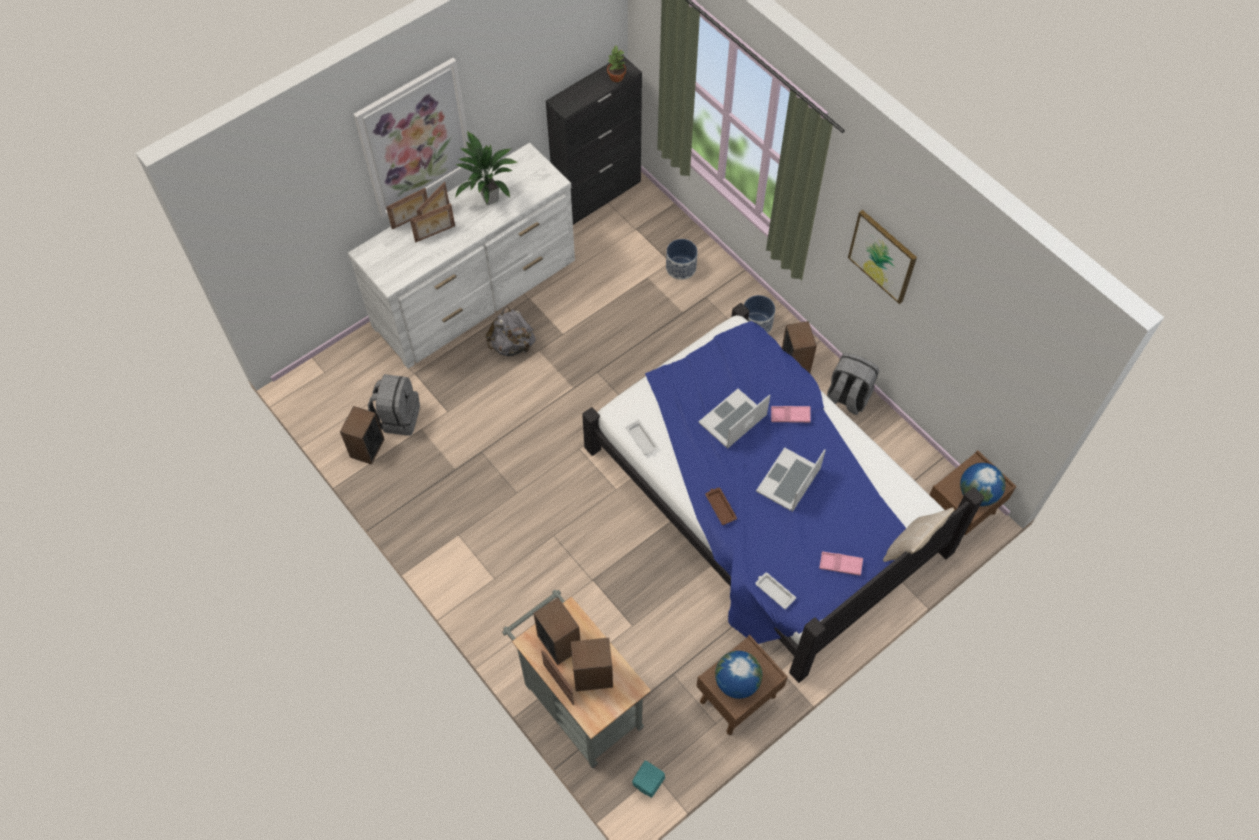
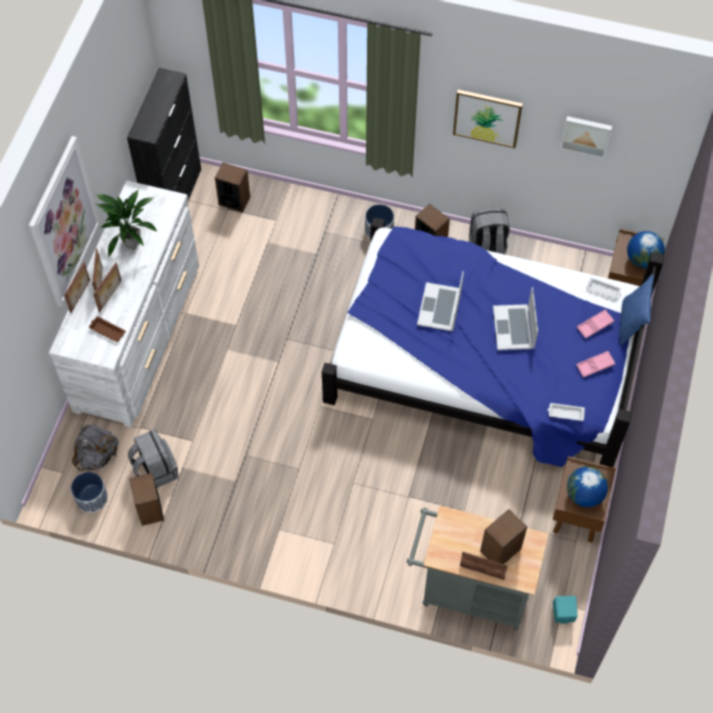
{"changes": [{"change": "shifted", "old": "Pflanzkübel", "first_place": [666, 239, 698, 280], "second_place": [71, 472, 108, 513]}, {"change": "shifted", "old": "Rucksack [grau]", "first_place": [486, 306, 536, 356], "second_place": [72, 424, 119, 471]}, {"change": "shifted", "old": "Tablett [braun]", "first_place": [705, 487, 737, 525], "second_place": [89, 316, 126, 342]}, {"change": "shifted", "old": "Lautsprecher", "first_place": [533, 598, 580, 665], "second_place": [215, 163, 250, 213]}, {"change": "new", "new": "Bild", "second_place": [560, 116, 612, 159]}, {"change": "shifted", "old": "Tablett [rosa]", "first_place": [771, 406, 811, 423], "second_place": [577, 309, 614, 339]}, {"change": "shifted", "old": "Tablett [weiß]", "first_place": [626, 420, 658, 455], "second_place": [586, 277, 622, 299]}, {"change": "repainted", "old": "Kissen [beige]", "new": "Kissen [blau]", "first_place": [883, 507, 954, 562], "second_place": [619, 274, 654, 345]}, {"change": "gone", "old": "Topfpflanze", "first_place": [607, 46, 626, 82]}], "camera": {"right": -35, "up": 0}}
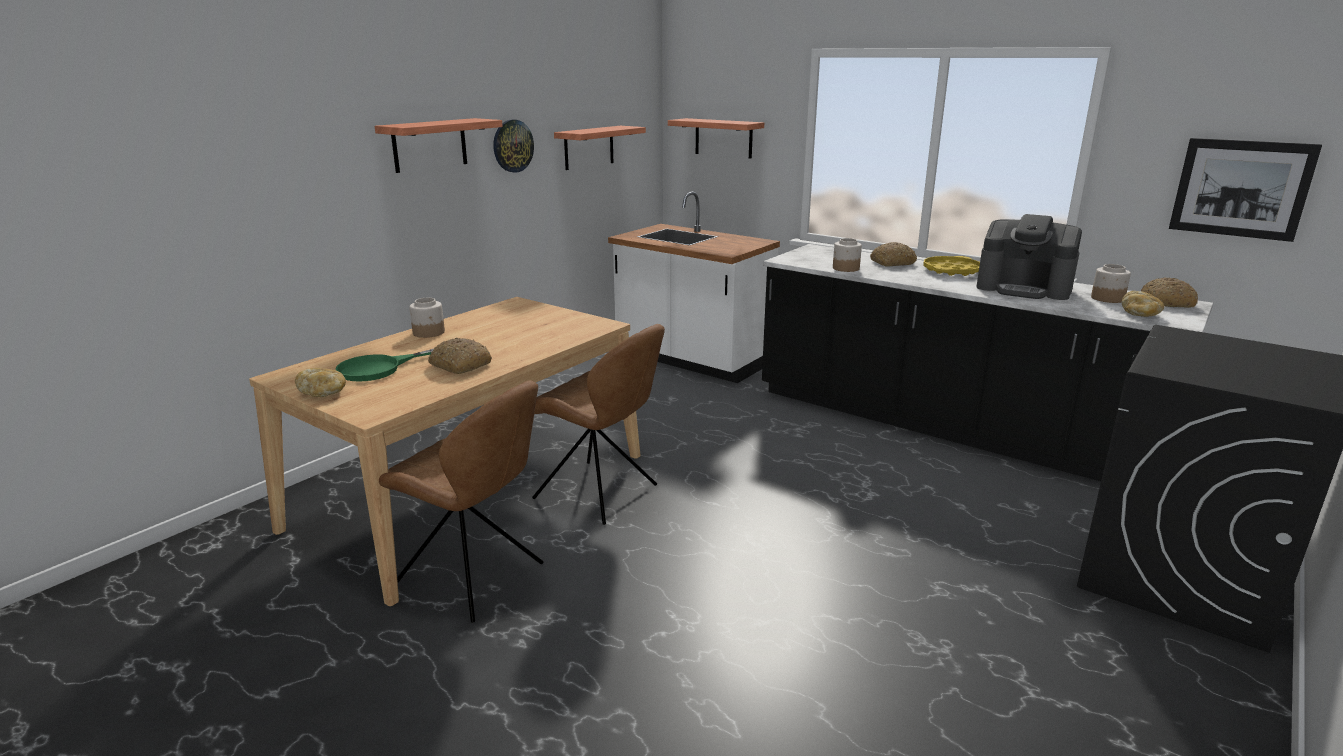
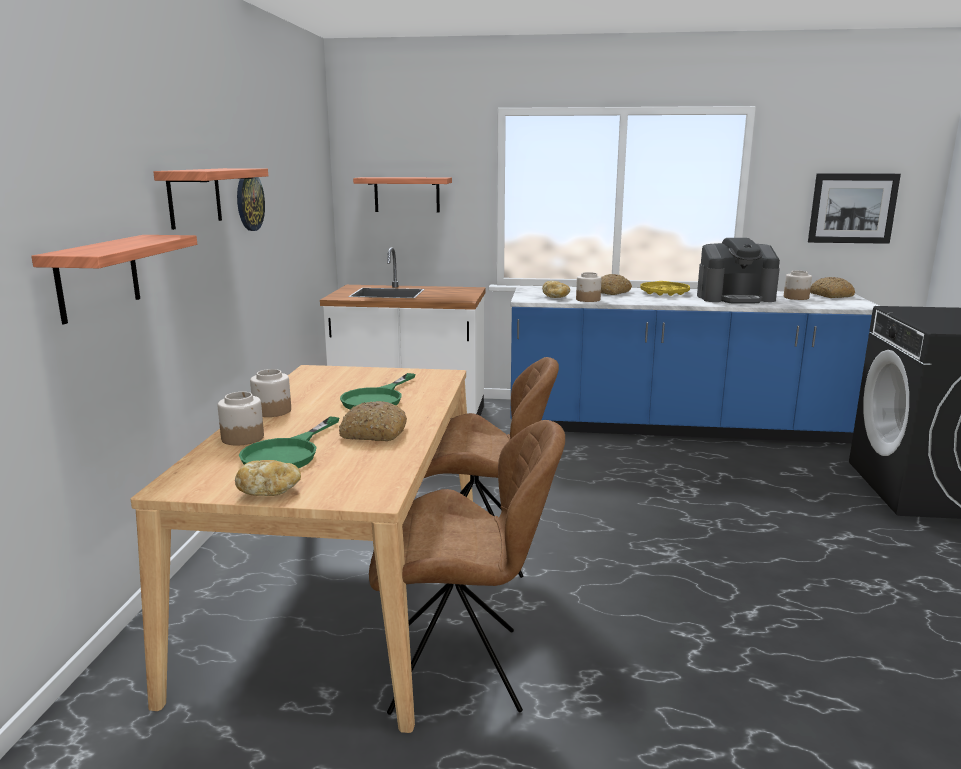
{"changes": [{"change": "shifted", "old": "Wandregal", "first_place": [554, 126, 646, 170], "second_place": [31, 235, 197, 324]}, {"change": "new", "new": "Vorratsglas", "second_place": [218, 392, 264, 446]}, {"change": "new", "new": "Pfanne [grün]", "second_place": [340, 373, 416, 410]}, {"change": "repainted", "old": "Küchenzeile [schwarz]", "new": "Küchenzeile [blau]", "first_place": [762, 244, 1213, 481], "second_place": [510, 286, 879, 443]}, {"change": "shifted", "old": "Brot", "first_place": [1122, 291, 1164, 317], "second_place": [542, 281, 570, 298]}], "camera": {"right": -30, "up": -5}}
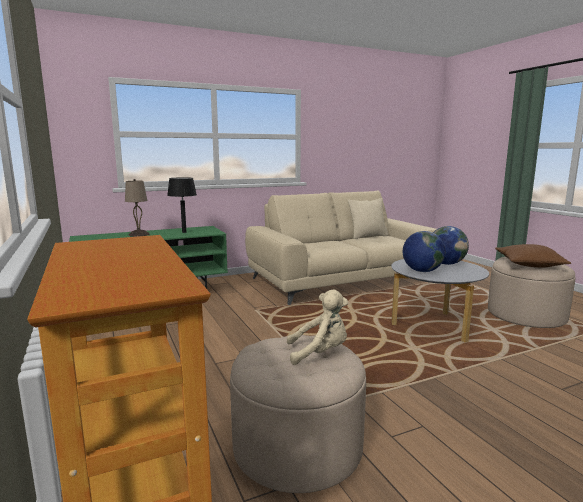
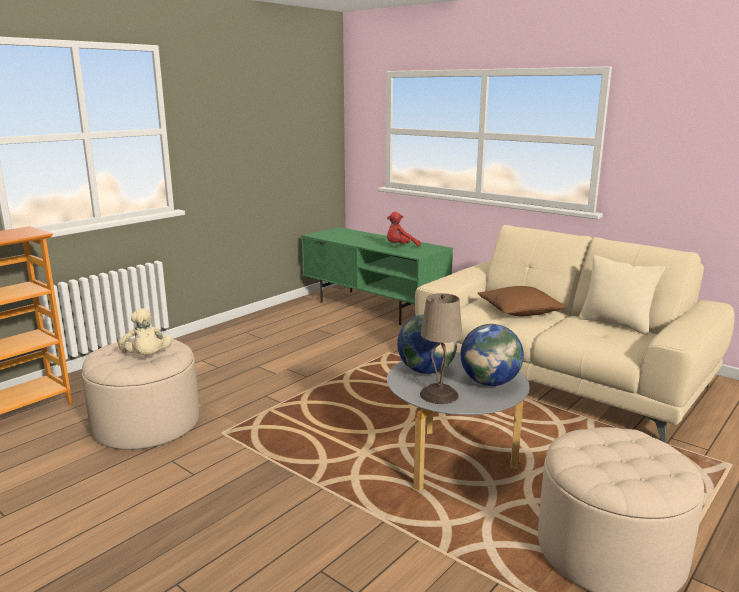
{"changes": [{"change": "swapped", "old": "Tischlampe [schwarz]", "new": "Plüschtier [rot]", "first_place": [167, 177, 197, 233], "second_place": [387, 212, 421, 247]}, {"change": "shifted", "old": "Tischlampe [beige]", "first_place": [125, 179, 149, 237], "second_place": [420, 293, 463, 404]}, {"change": "shifted", "old": "Kissen [braun]", "first_place": [495, 244, 571, 267], "second_place": [478, 286, 566, 316]}], "camera": {"right": 65, "up": 5}}
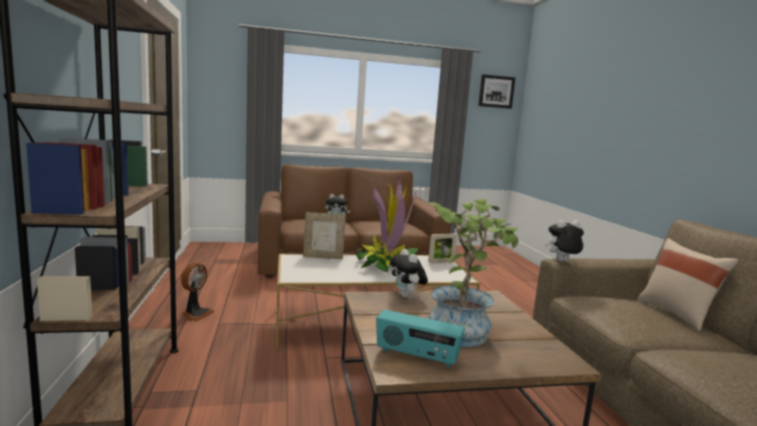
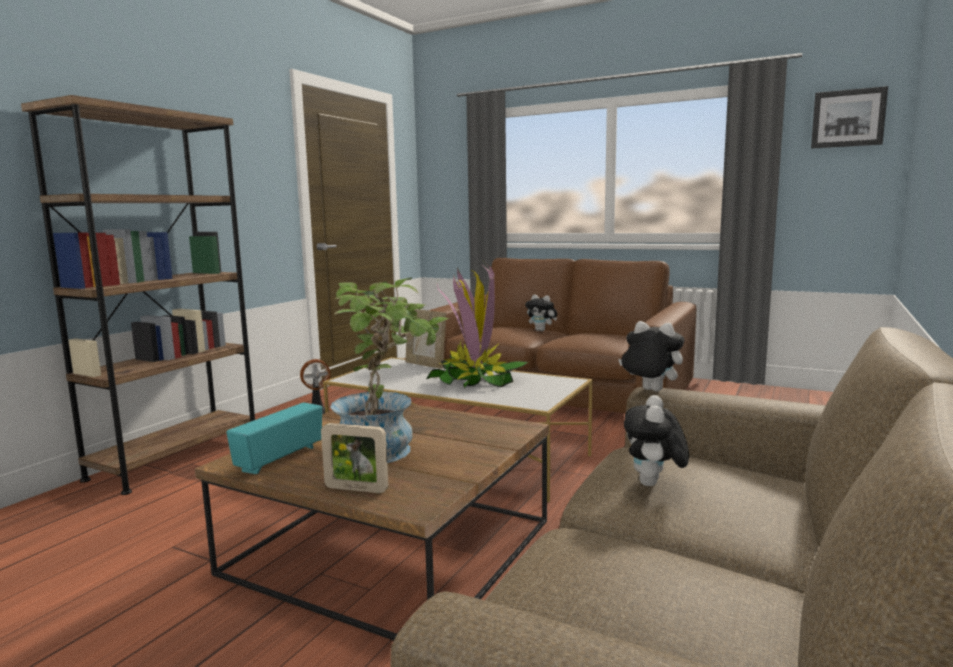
{"changes": [{"change": "rotated", "old": "Radio", "first_place": [376, 310, 465, 368], "second_place": [226, 403, 322, 474], "degrees": 60}, {"change": "shifted", "old": "Bilderrahmen", "first_place": [428, 233, 457, 264], "second_place": [321, 423, 388, 493]}, {"change": "shifted", "old": "Plüschtier", "first_place": [390, 249, 428, 298], "second_place": [624, 395, 689, 486]}, {"change": "gone", "old": "Kissen [beige]", "first_place": [637, 238, 739, 331]}], "camera": {"right": 40, "up": 0}}
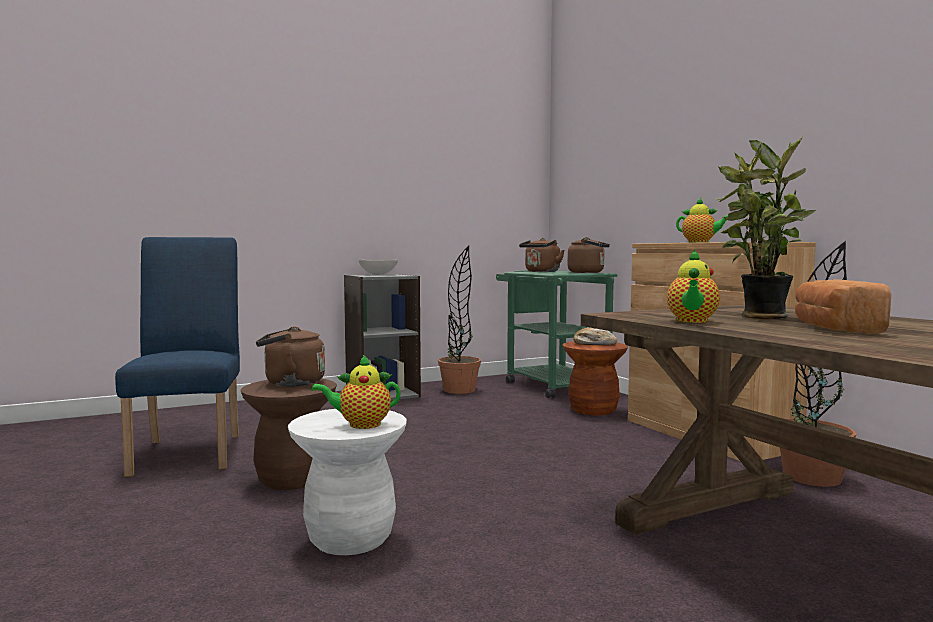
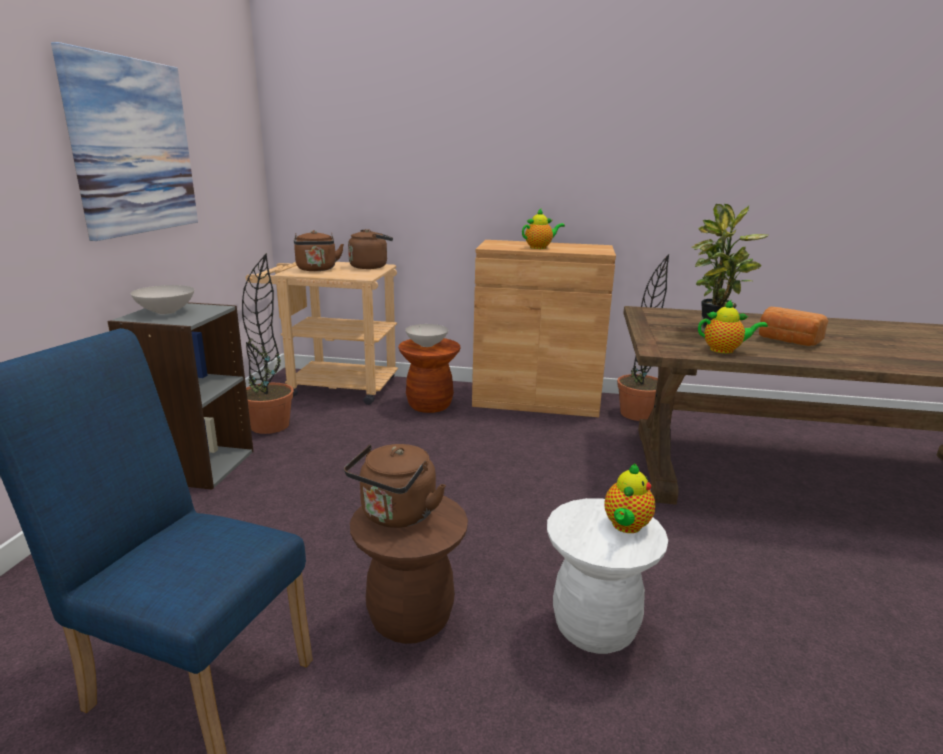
{"changes": [{"change": "new", "new": "Bild", "second_place": [51, 42, 198, 241]}, {"change": "repainted", "old": "Rollwagen [grün]", "new": "Rollwagen [beige]", "first_place": [496, 271, 617, 398], "second_place": [246, 262, 398, 405]}, {"change": "swapped", "old": "Brot", "new": "Schüssel [weiß]", "first_place": [573, 328, 617, 345], "second_place": [405, 324, 448, 347]}, {"change": "rotated", "old": "Teekanne", "first_place": [667, 249, 720, 323], "second_place": [698, 300, 768, 354], "degrees": -45}], "camera": {"right": -55, "up": 15}}
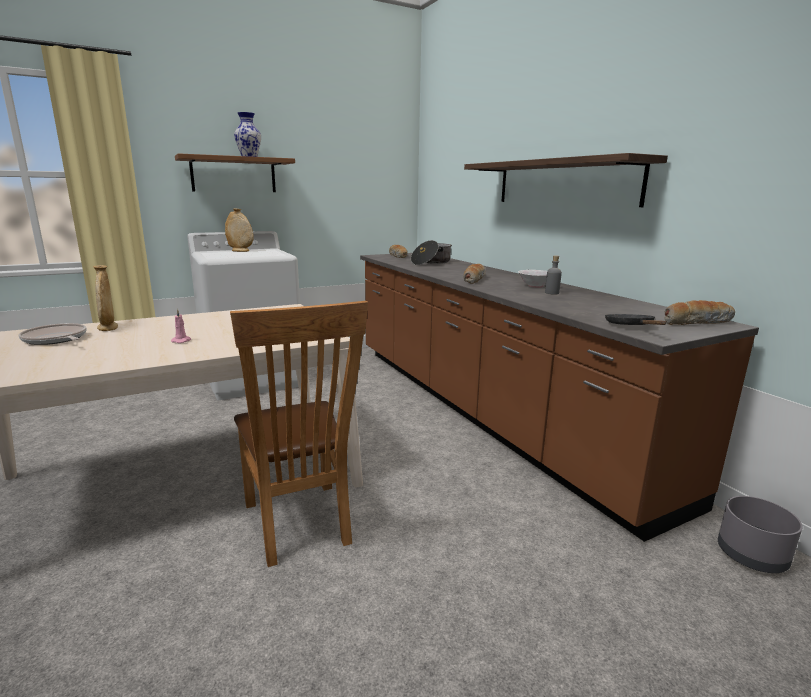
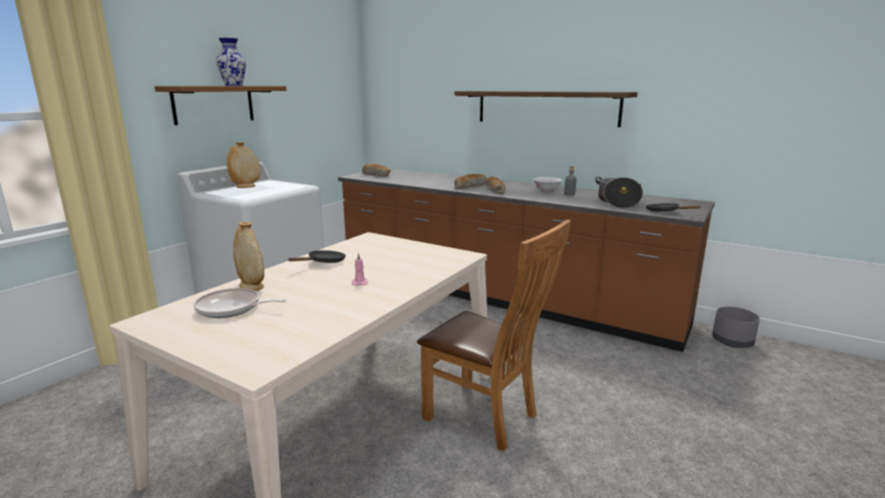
{"changes": [{"change": "new", "new": "Pfanne [schwarz]", "second_place": [288, 250, 346, 263]}, {"change": "shifted", "old": "Brot", "first_place": [664, 300, 735, 325], "second_place": [454, 174, 487, 189]}, {"change": "shifted", "old": "Kochtopf", "first_place": [411, 240, 452, 265], "second_place": [595, 177, 643, 208]}], "camera": {"right": -30, "up": 0}}
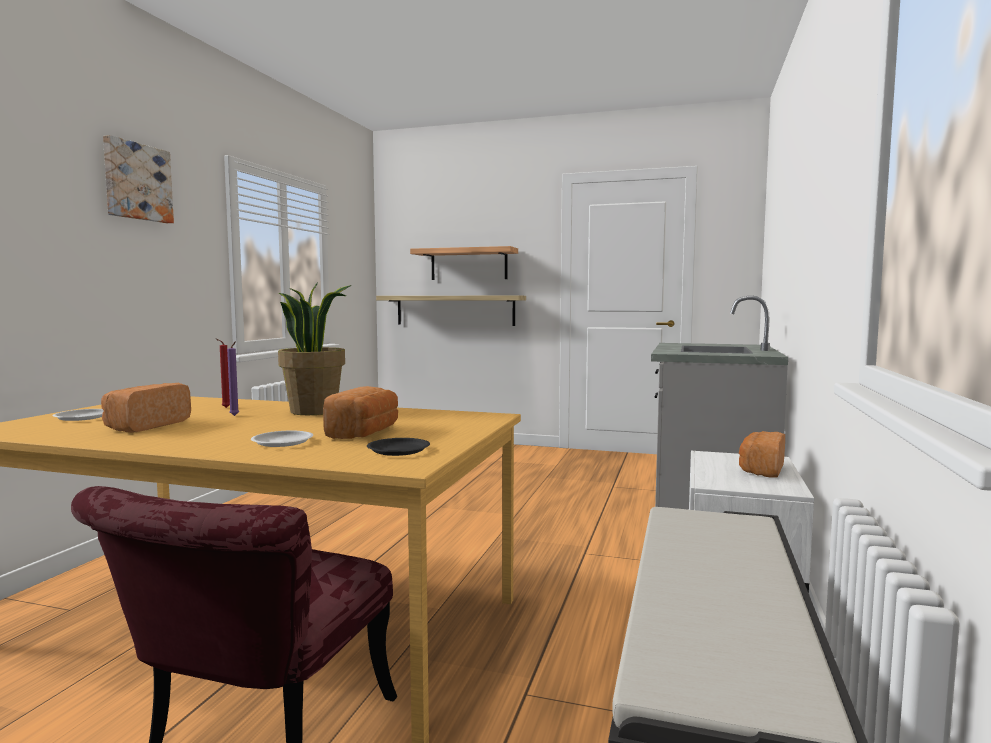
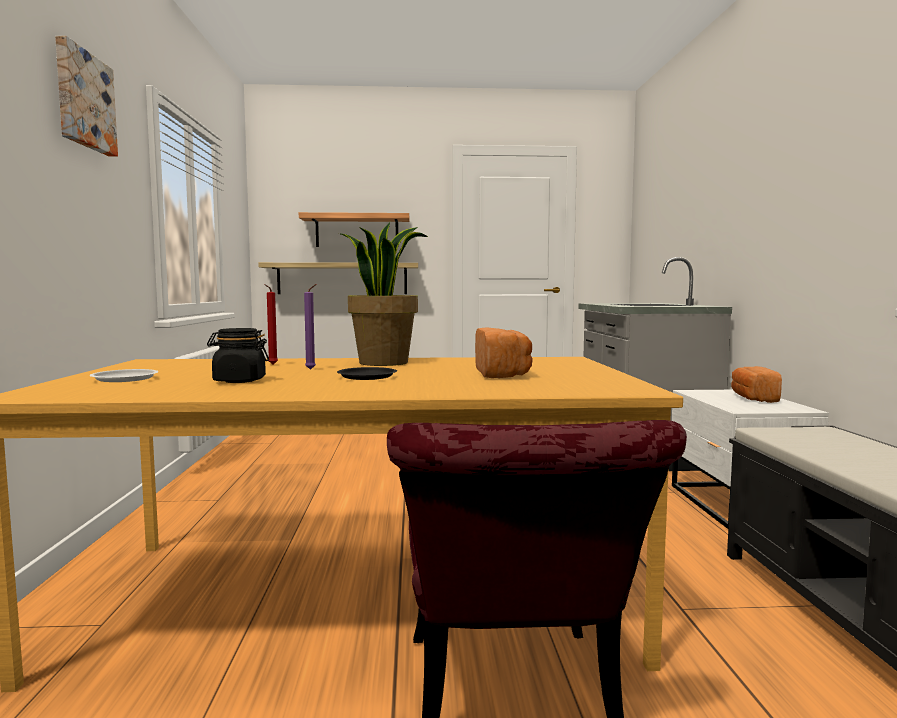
{"changes": [{"change": "swapped", "old": "Brot", "new": "Vorratsglas [schwarz]", "first_place": [101, 383, 191, 433], "second_place": [207, 328, 269, 383]}, {"change": "shifted", "old": "Teller [schwarz]", "first_place": [367, 438, 430, 456], "second_place": [337, 367, 397, 380]}, {"change": "gone", "old": "Teller [weiß]", "first_place": [251, 431, 313, 447]}], "camera": {"right": -20, "up": 0}}
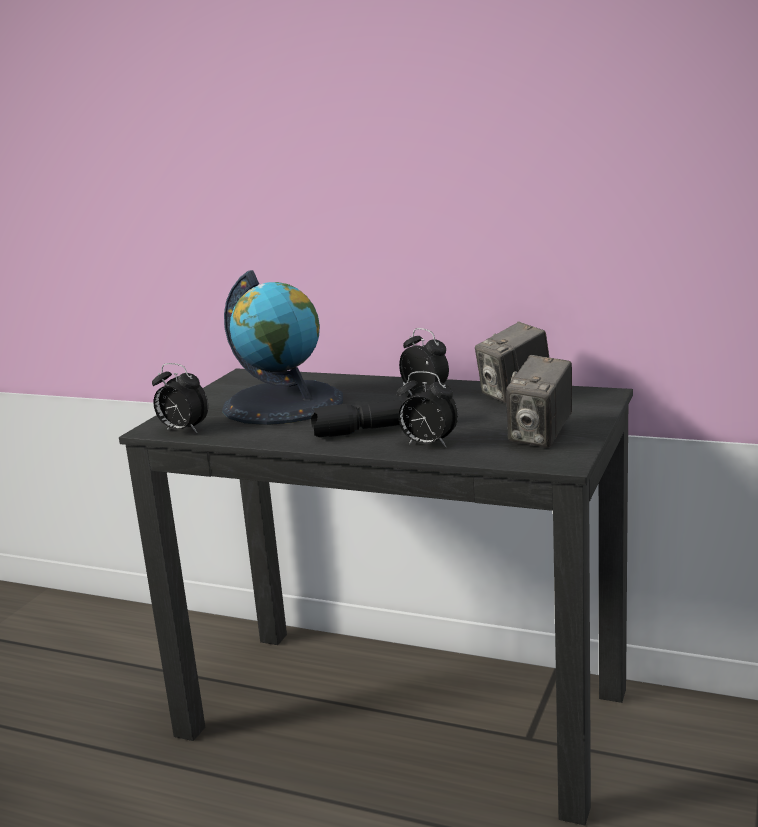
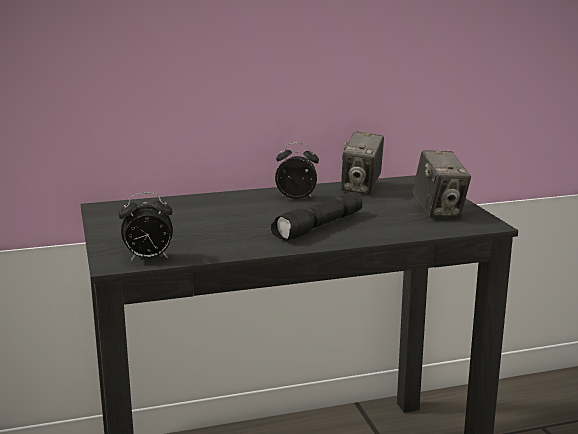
{"changes": [{"change": "gone", "old": "Globus", "first_place": [222, 270, 343, 425]}, {"change": "gone", "old": "Wecker", "first_place": [397, 371, 458, 447]}], "camera": {"right": -40, "up": 0}}
